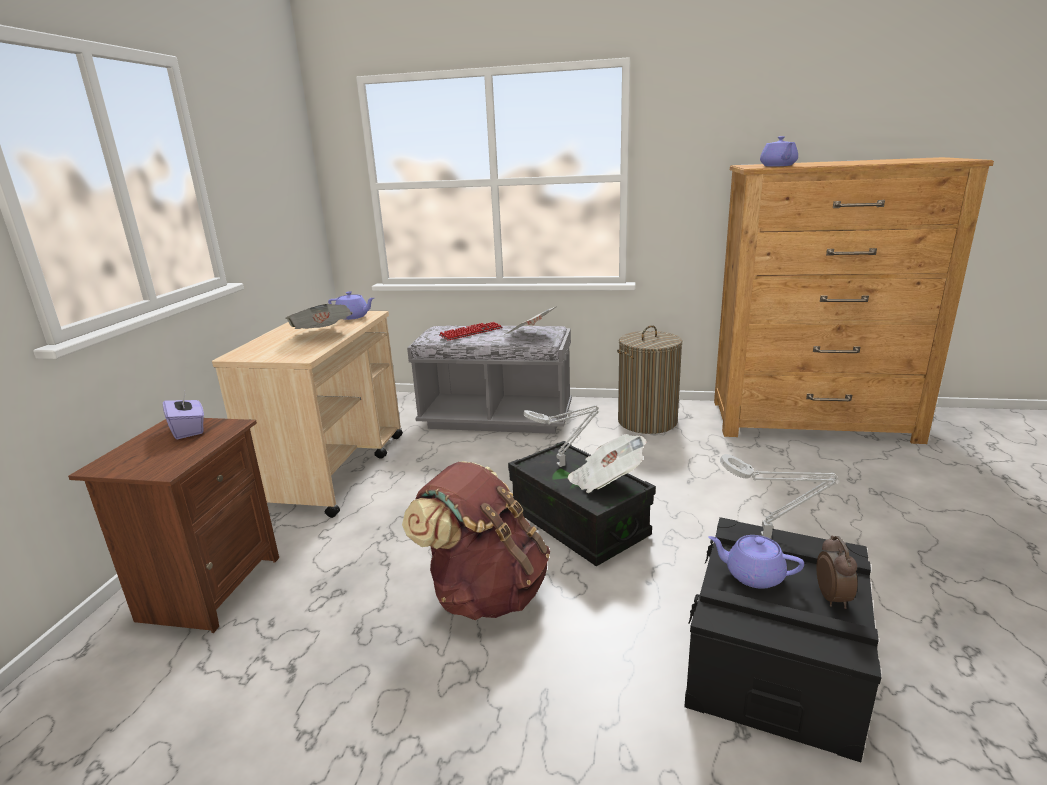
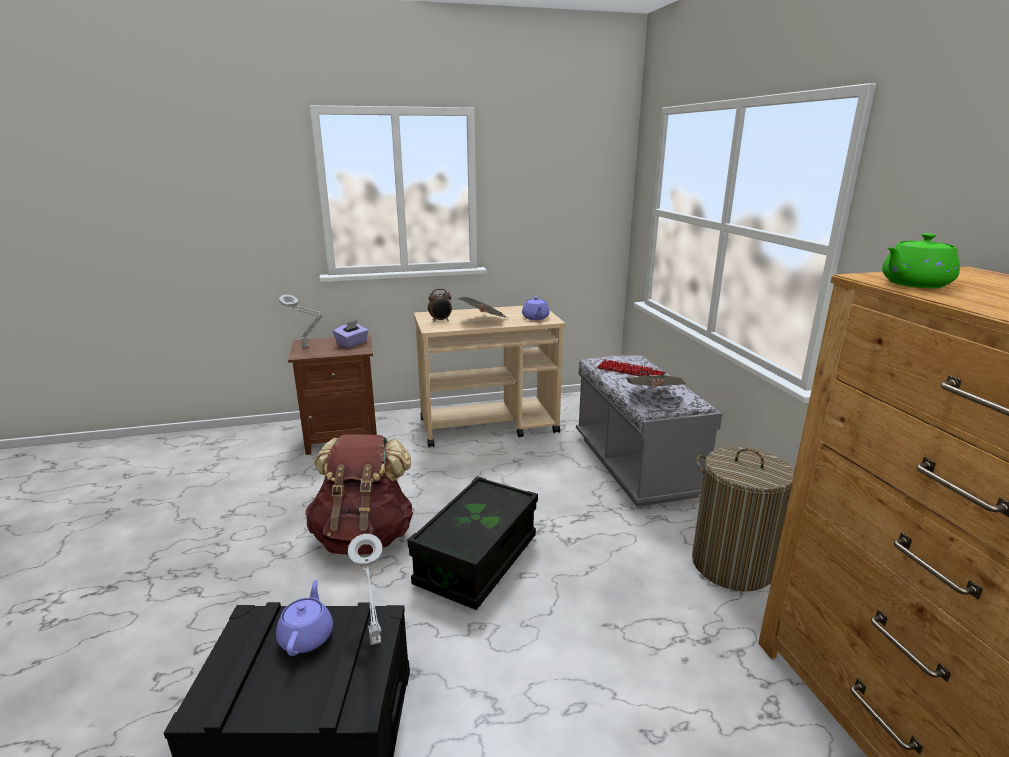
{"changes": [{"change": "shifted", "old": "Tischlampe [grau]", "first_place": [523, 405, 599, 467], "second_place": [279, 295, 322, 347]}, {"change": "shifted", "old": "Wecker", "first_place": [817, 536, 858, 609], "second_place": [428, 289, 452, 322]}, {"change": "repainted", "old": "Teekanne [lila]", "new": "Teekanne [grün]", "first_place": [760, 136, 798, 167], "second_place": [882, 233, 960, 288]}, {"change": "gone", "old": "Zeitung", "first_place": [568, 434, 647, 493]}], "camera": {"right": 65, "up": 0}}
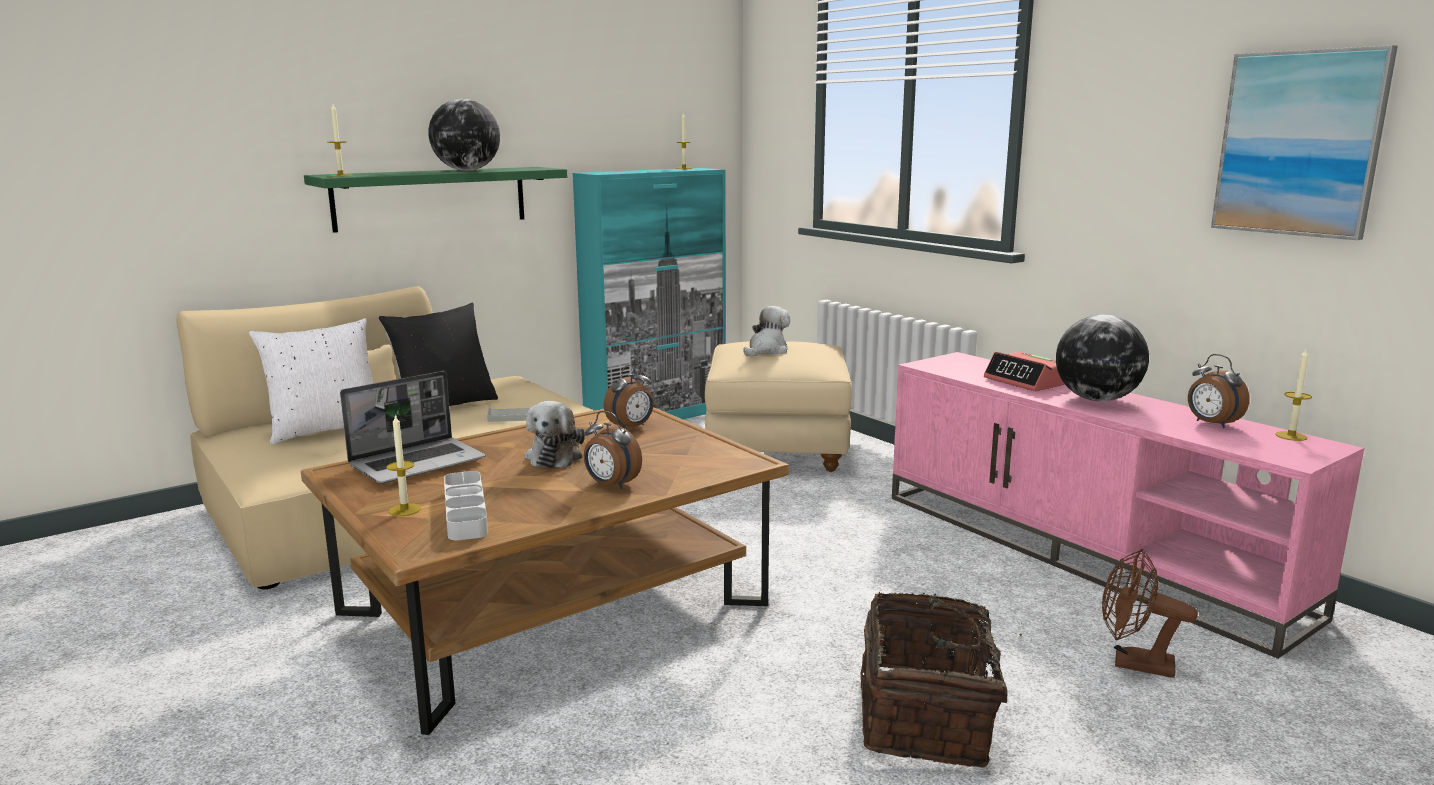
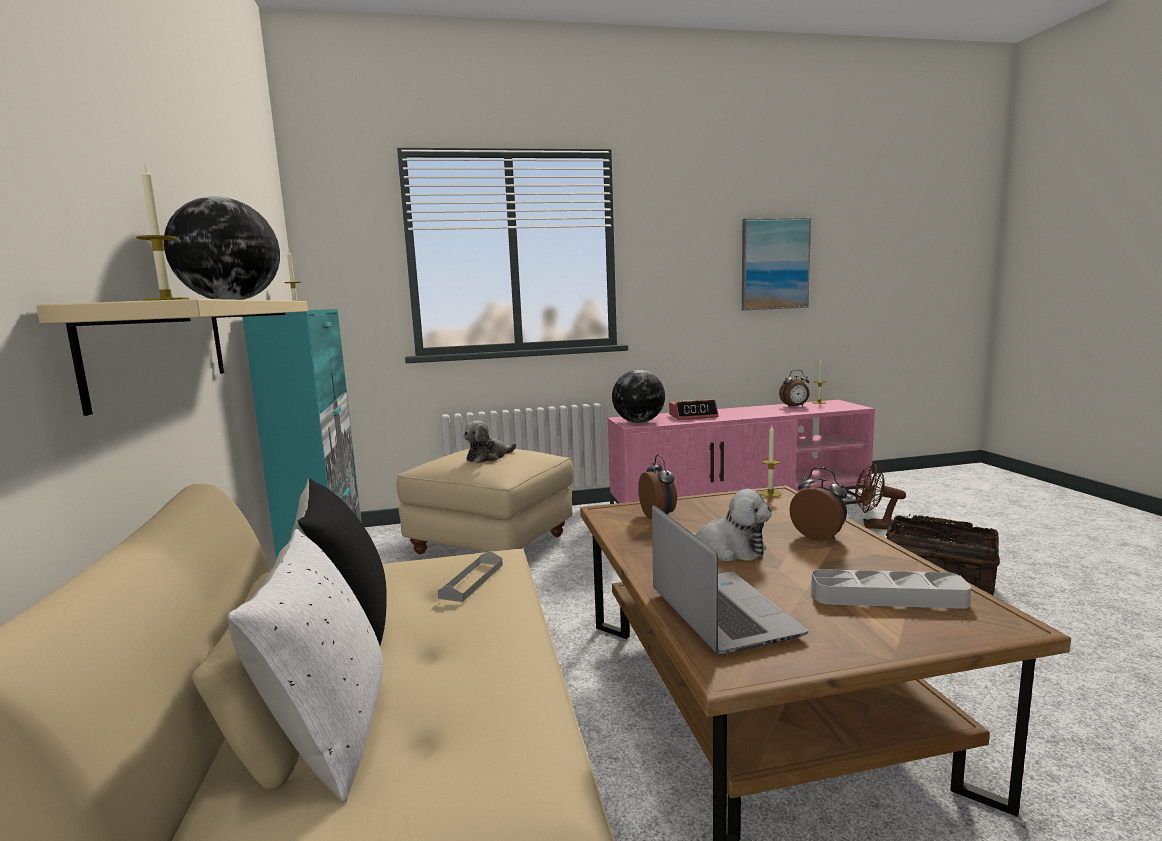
{"changes": [{"change": "repainted", "old": "Wandregal [grün]", "new": "Wandregal [beige]", "first_place": [304, 167, 567, 233], "second_place": [36, 299, 308, 416]}, {"change": "rotated", "old": "Plüschtier", "first_place": [743, 306, 790, 356], "second_place": [464, 421, 516, 463], "degrees": -105}, {"change": "shifted", "old": "Globus", "first_place": [1056, 314, 1149, 401], "second_place": [612, 370, 665, 423]}, {"change": "shifted", "old": "Kerze", "first_place": [387, 414, 421, 516], "second_place": [759, 426, 782, 497]}, {"change": "rotated", "old": "Wecker", "first_place": [584, 411, 642, 489], "second_place": [789, 467, 847, 541], "degrees": -105}, {"change": "rotated", "old": "Ventilator [braun]", "first_place": [1102, 549, 1198, 678], "second_place": [855, 464, 906, 530], "degrees": 60}], "camera": {"right": -65, "up": -5}}
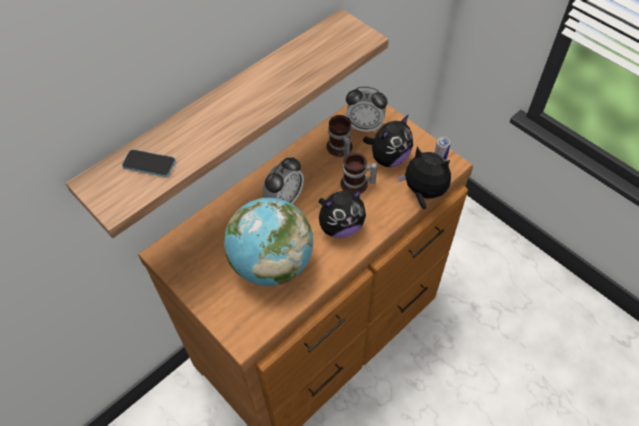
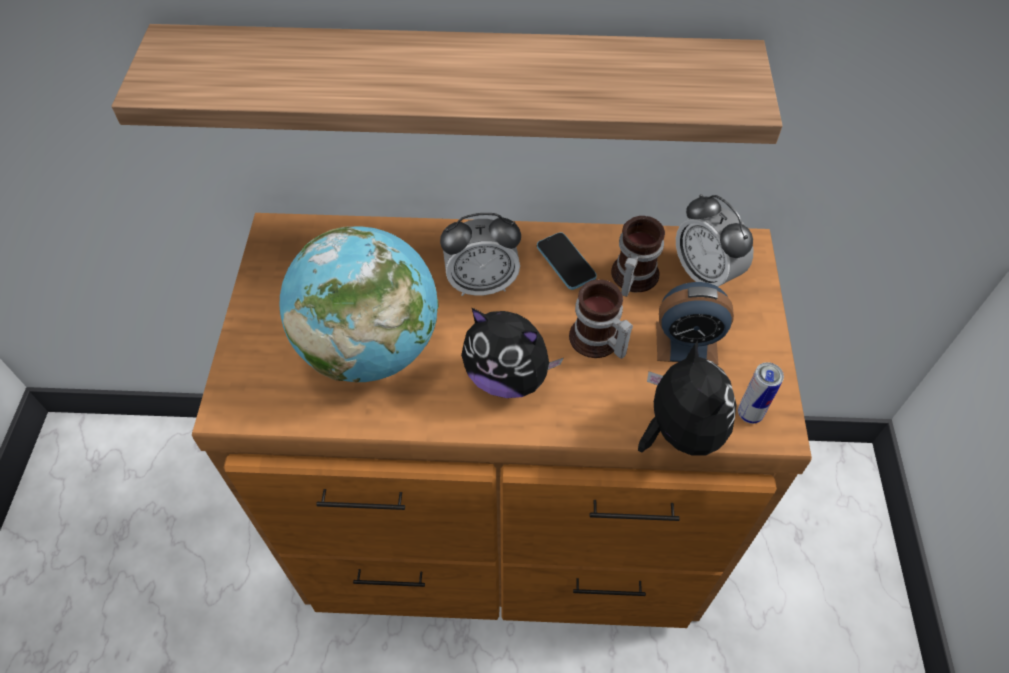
{"changes": [{"change": "shifted", "old": "Handy", "first_place": [122, 149, 176, 177], "second_place": [537, 232, 597, 290]}, {"change": "swapped", "old": "Plüschtier", "new": "Wecker", "first_place": [363, 115, 413, 167], "second_place": [656, 282, 734, 365]}], "camera": {"right": 45, "up": 0}}
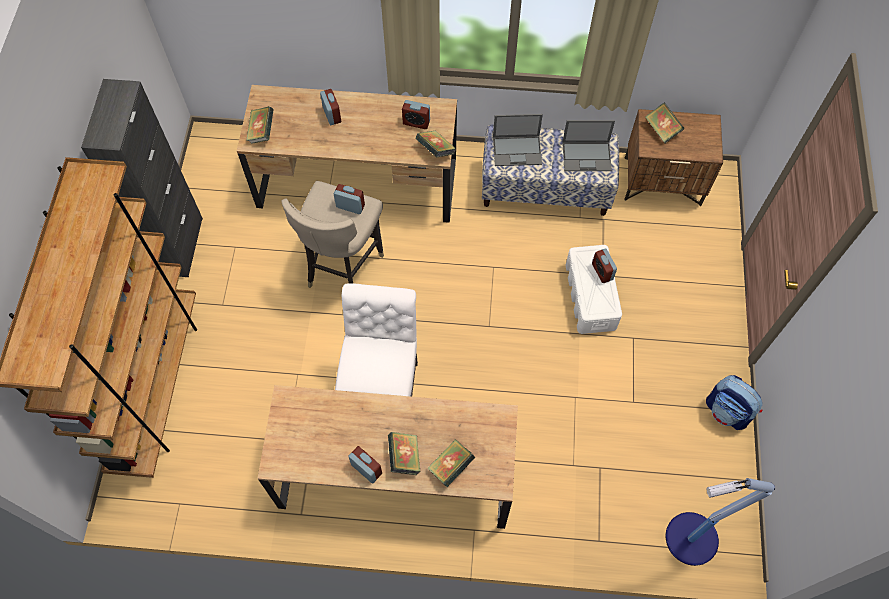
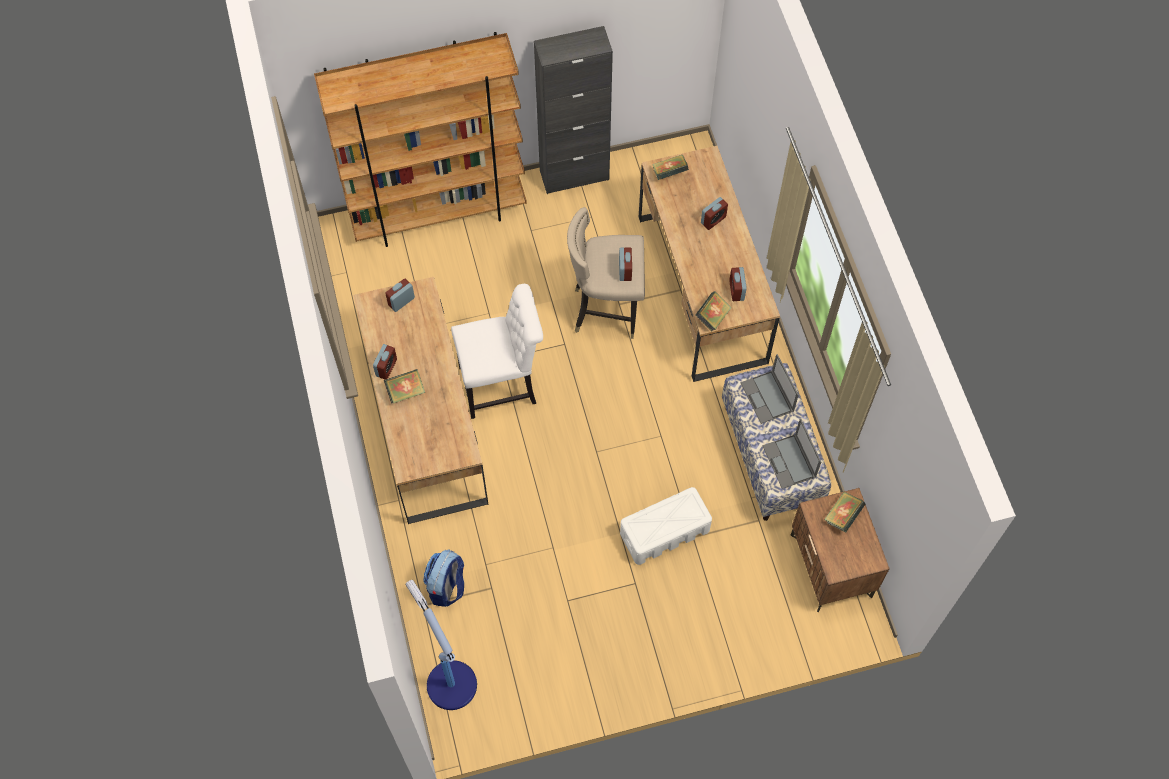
{"changes": [{"change": "shifted", "old": "Wecker", "first_place": [592, 248, 617, 283], "second_place": [385, 279, 415, 312]}, {"change": "shifted", "old": "Rucksack", "first_place": [706, 375, 763, 430], "second_place": [423, 549, 464, 607]}, {"change": "gone", "old": "Buch", "first_place": [428, 439, 475, 487]}], "camera": {"right": 70, "up": 0}}
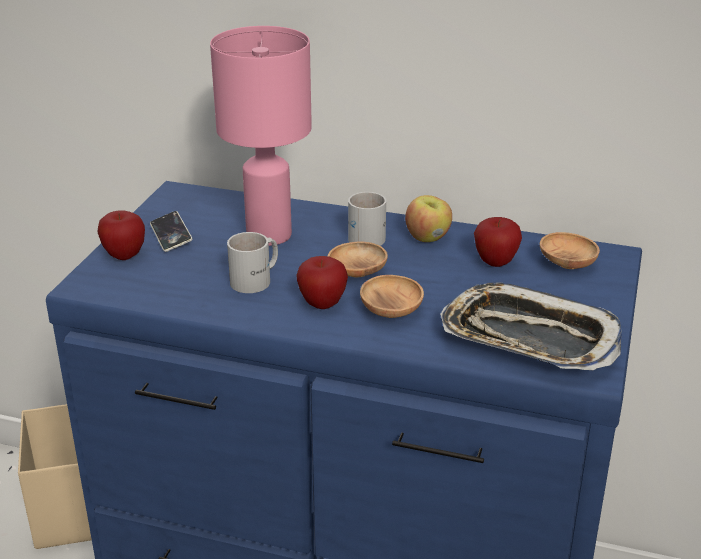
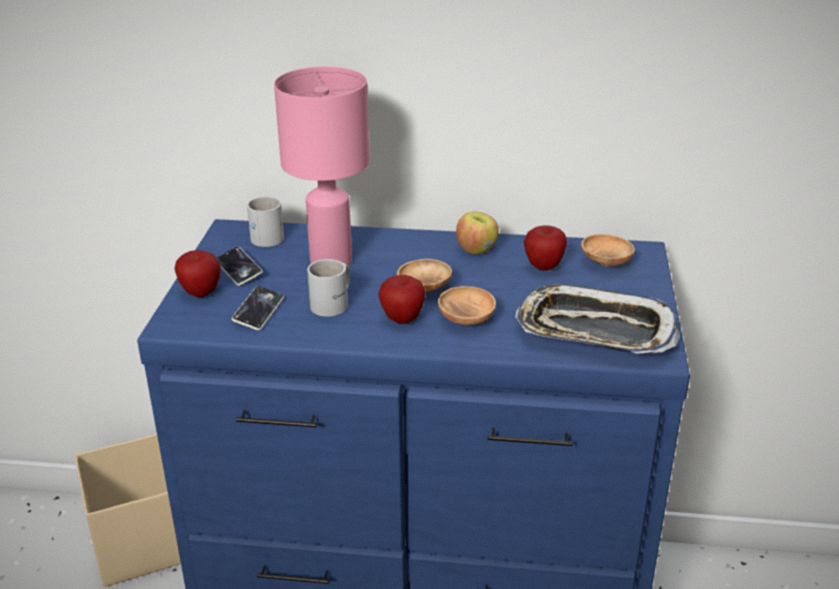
{"changes": [{"change": "new", "new": "Handy", "second_place": [232, 286, 284, 330]}, {"change": "shifted", "old": "Henkelbecher [weiß]", "first_place": [348, 192, 386, 246], "second_place": [247, 196, 284, 247]}], "camera": {"right": -10, "up": 0}}
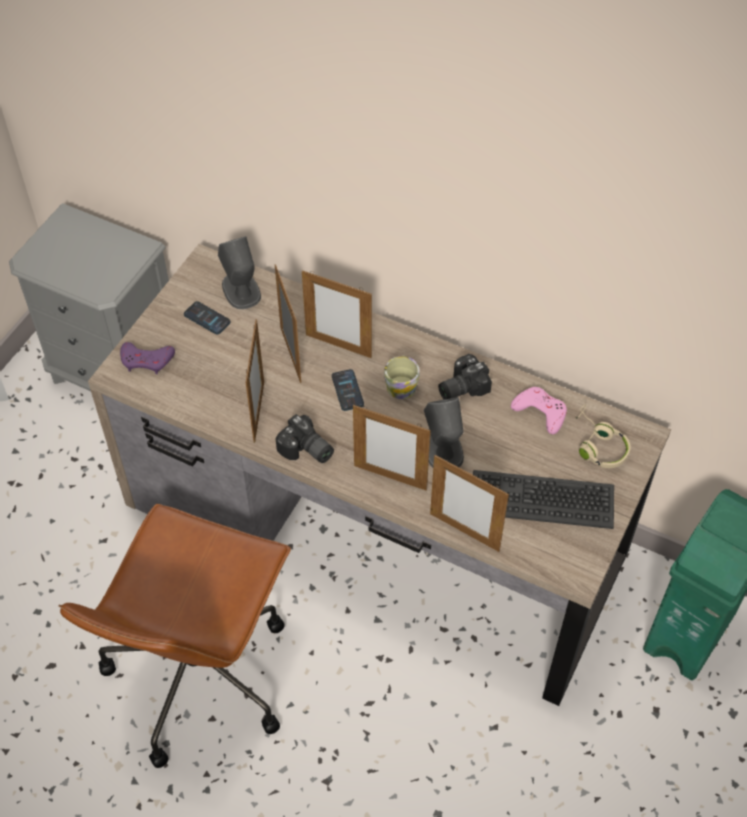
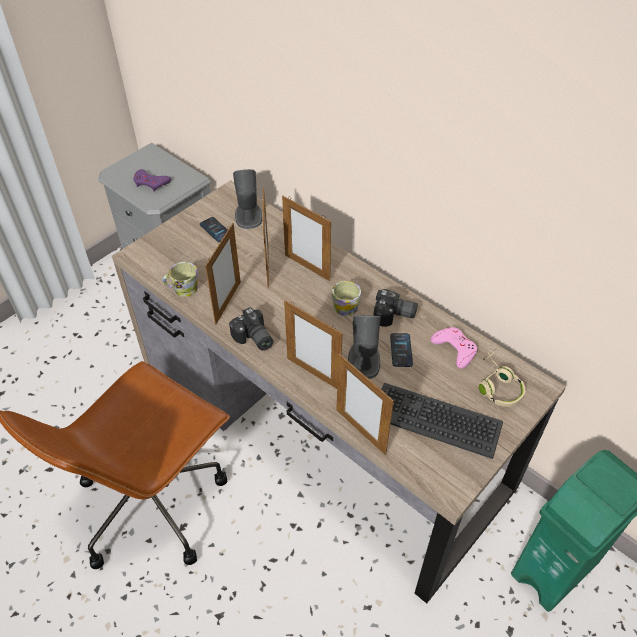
{"changes": [{"change": "shifted", "old": "Gamepad [lila]", "first_place": [120, 342, 175, 374], "second_place": [133, 169, 171, 191]}, {"change": "new", "new": "Henkelbecher", "second_place": [162, 262, 198, 297]}, {"change": "rotated", "old": "Kamera", "first_place": [438, 354, 492, 400], "second_place": [373, 289, 418, 327], "degrees": -150}, {"change": "shifted", "old": "Handy", "first_place": [332, 369, 364, 411], "second_place": [390, 333, 413, 367]}], "camera": {"right": 15, "up": -5}}
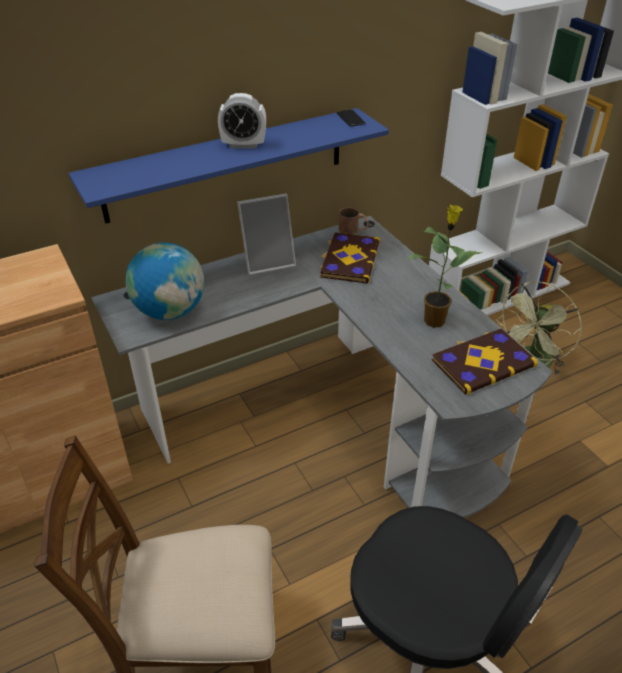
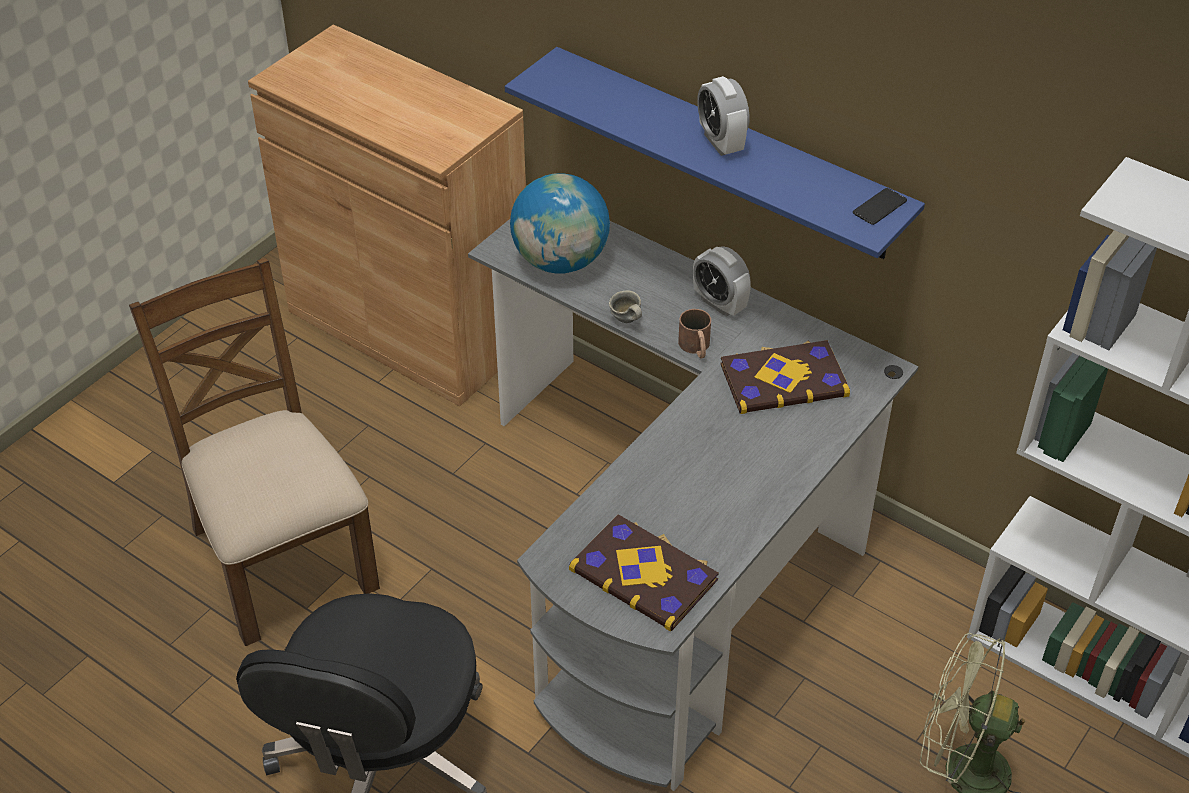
{"changes": [{"change": "new", "new": "Henkelbecher [grau]", "second_place": [609, 290, 642, 323]}, {"change": "shifted", "old": "Henkelbecher [braun]", "first_place": [338, 208, 369, 234], "second_place": [678, 309, 711, 358]}, {"change": "swapped", "old": "Bilderrahmen", "new": "Wecker", "first_place": [237, 194, 296, 275], "second_place": [693, 246, 751, 317]}, {"change": "gone", "old": "Topfpflanze", "first_place": [407, 205, 483, 328]}], "camera": {"right": 65, "up": 5}}
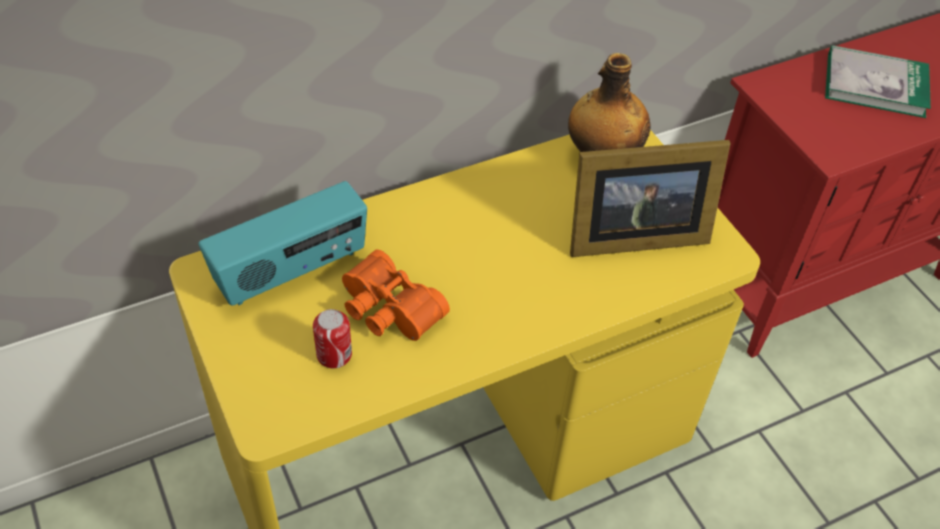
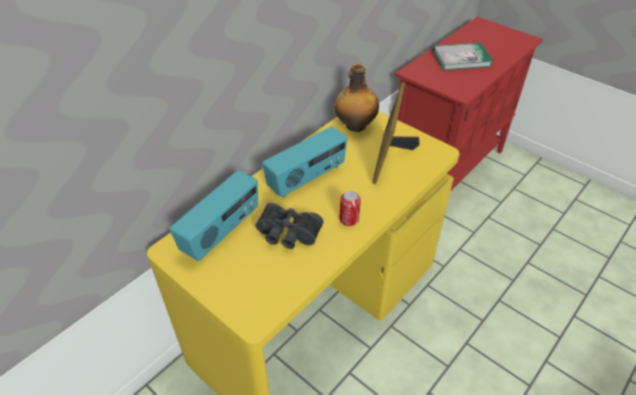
{"changes": [{"change": "repainted", "old": "Fernglas [orange]", "new": "Fernglas [schwarz]", "first_place": [342, 250, 450, 341], "second_place": [256, 203, 324, 249]}, {"change": "new", "new": "Radio", "second_place": [262, 126, 347, 198]}, {"change": "shifted", "old": "Dose", "first_place": [313, 309, 352, 368], "second_place": [339, 191, 361, 226]}, {"change": "rotated", "old": "Bilderrahmen", "first_place": [570, 140, 731, 257], "second_place": [372, 82, 420, 184], "degrees": 135}], "camera": {"right": -20, "up": -5}}
